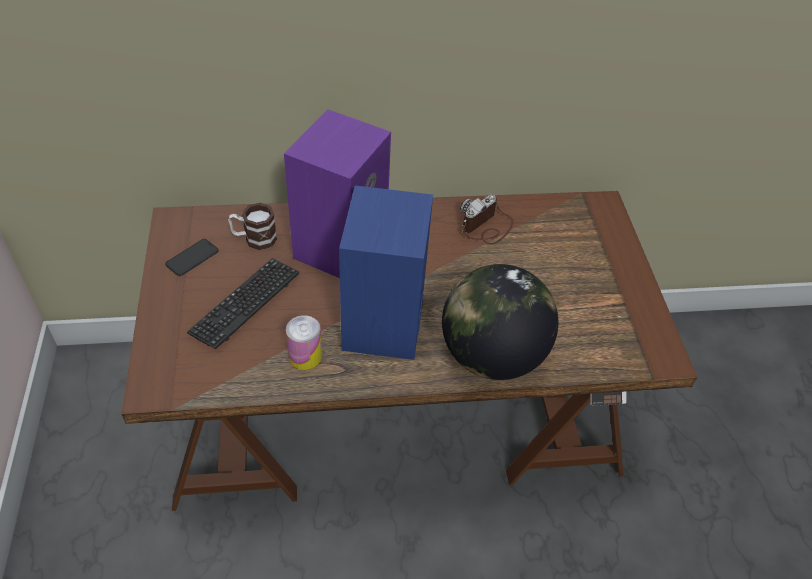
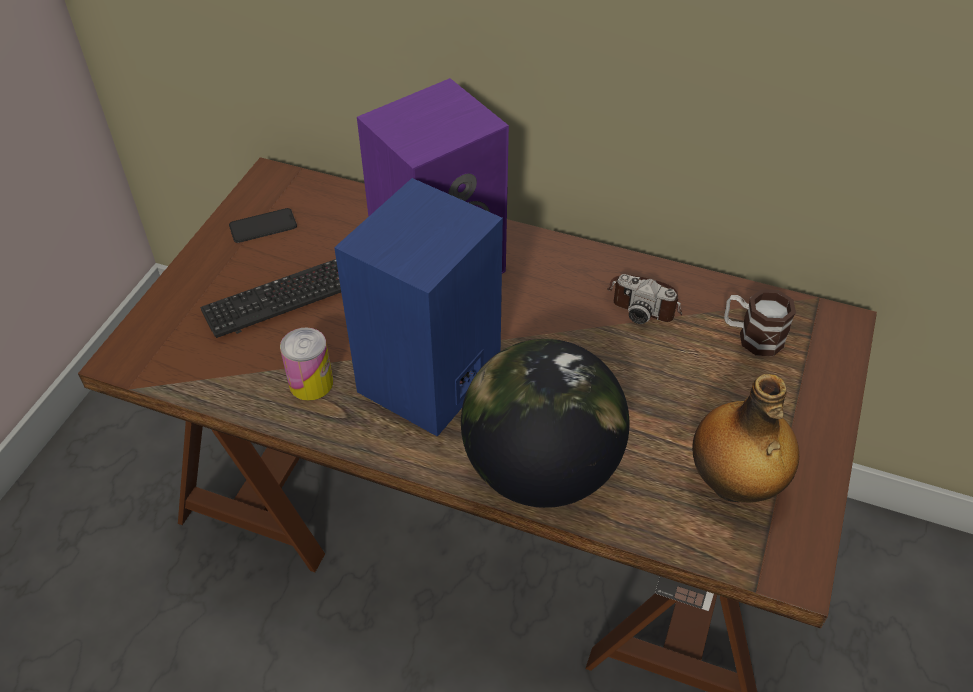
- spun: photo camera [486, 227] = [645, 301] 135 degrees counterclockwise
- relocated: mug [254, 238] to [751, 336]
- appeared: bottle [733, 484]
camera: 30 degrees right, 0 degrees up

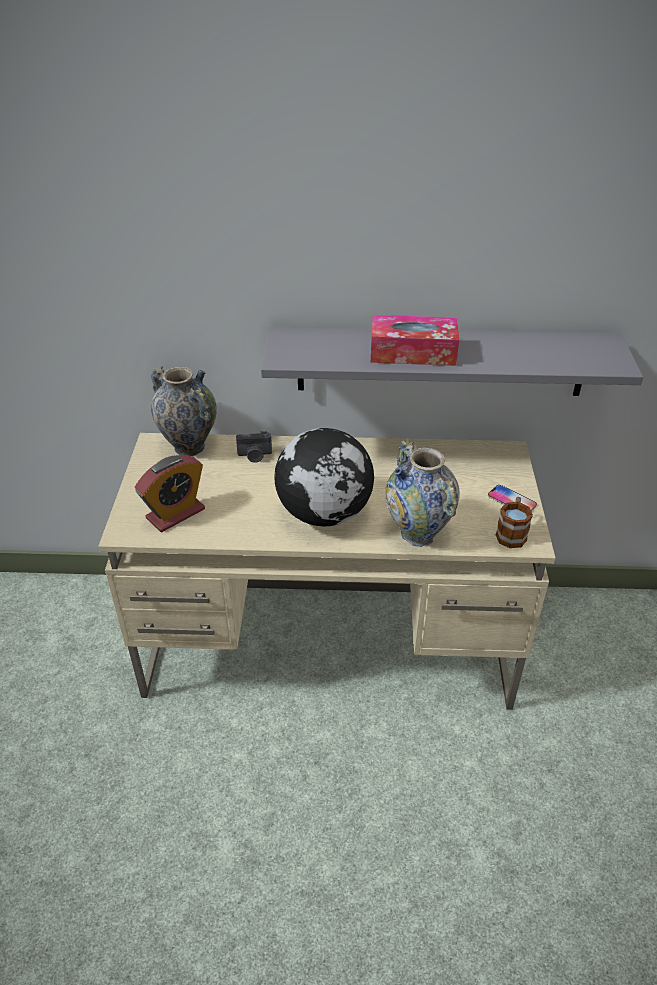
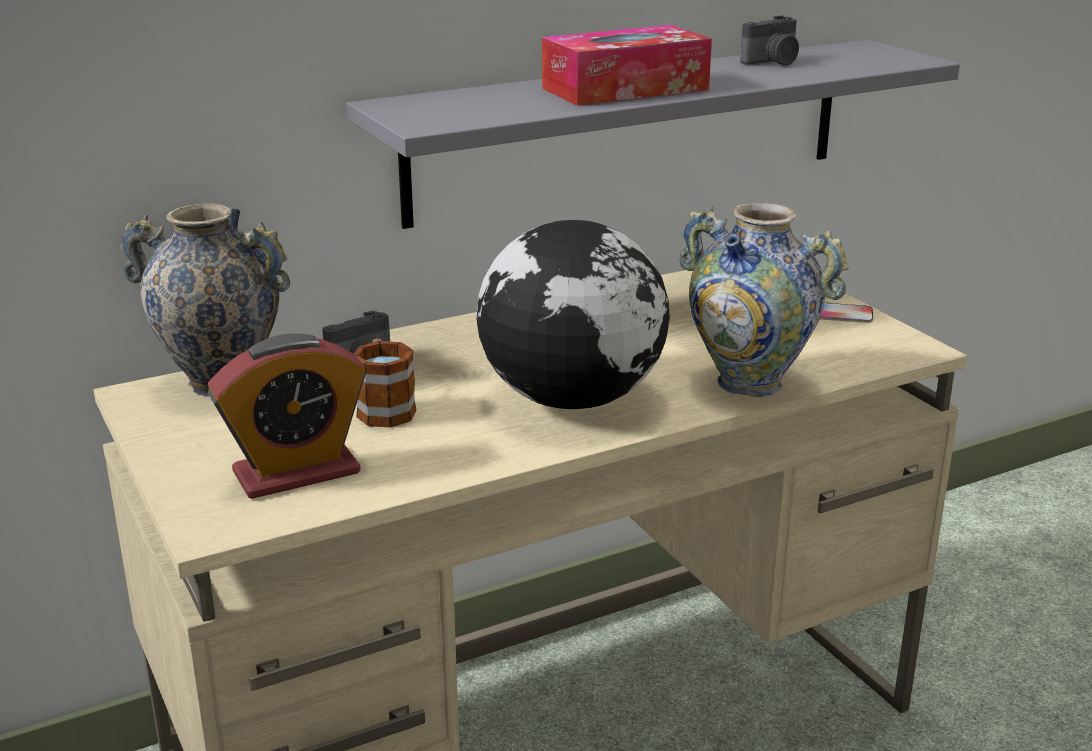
- spun: alarm clock [175, 514] = [296, 472] 45 degrees clockwise
- relocated: mug [511, 532] to [384, 407]
- appeared: photo camera [773, 62]
camera: 30 degrees left, 15 degrees down

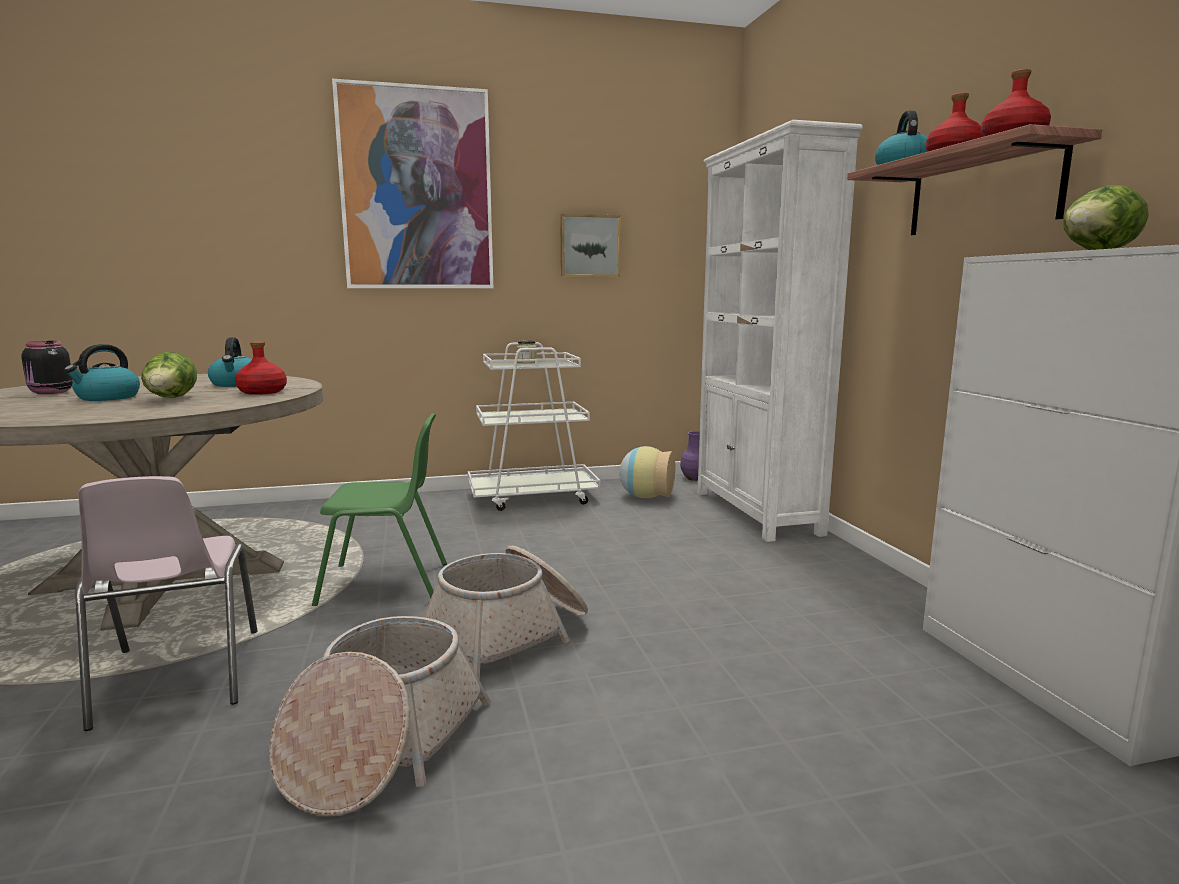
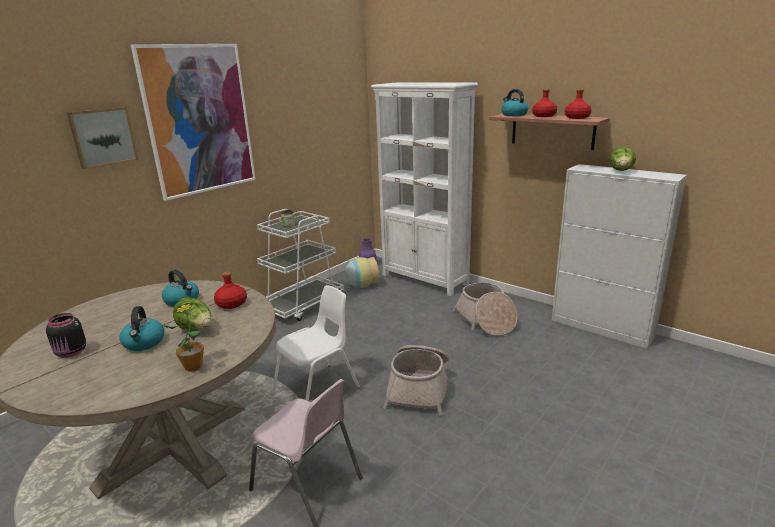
- relocated: picture [589, 246] to [103, 137]
- colour: chair (green) [386, 584] to chair (white) [318, 389]
- relocated: basket [382, 744] to [485, 321]
- appeared: potted plant [193, 367]
camera: 35 degrees left, 10 degrees up

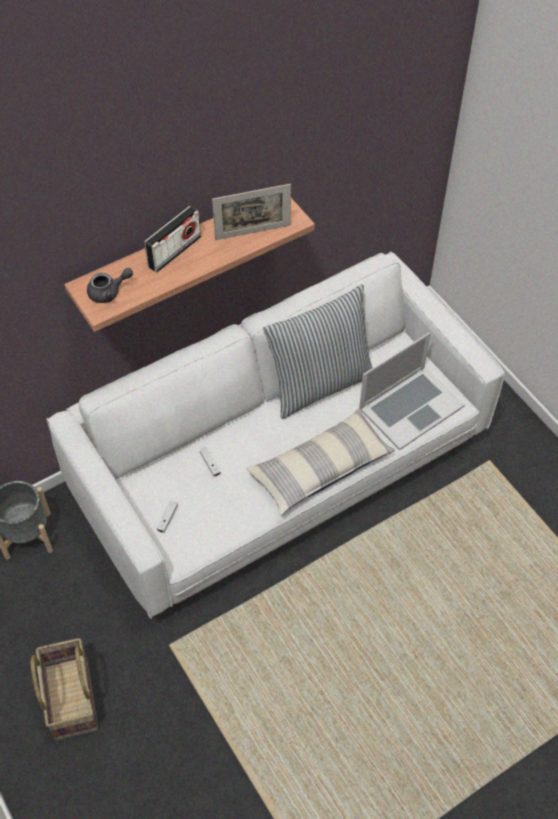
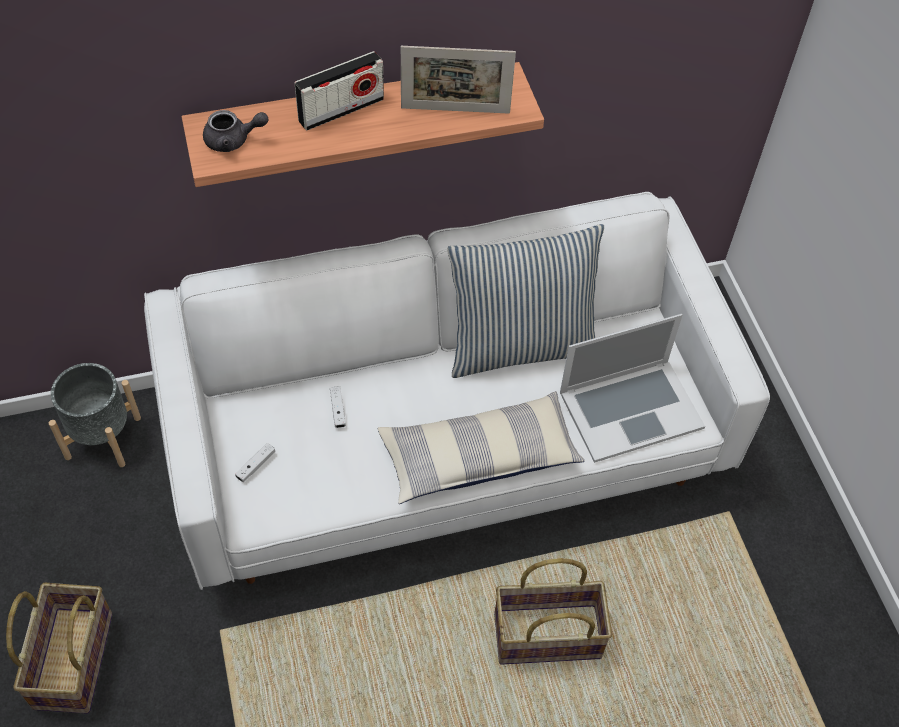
- appeared: basket [547, 637]
camera: 15 degrees right, 0 degrees up

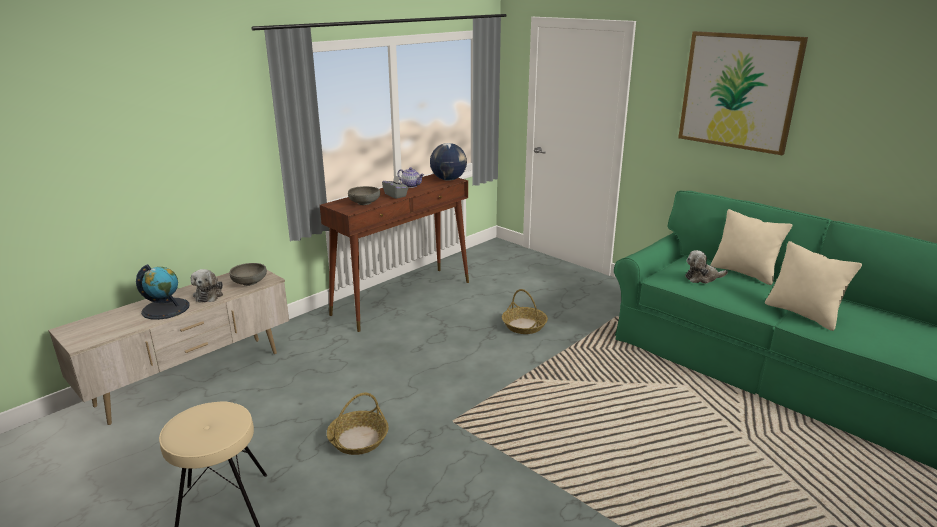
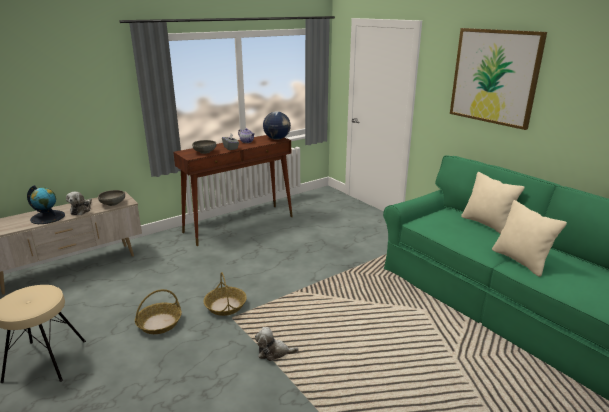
- relocated: plush toy [702, 278] to [274, 352]
- relocated: basket [524, 326] to [226, 306]
camera: 10 degrees right, 0 degrees up

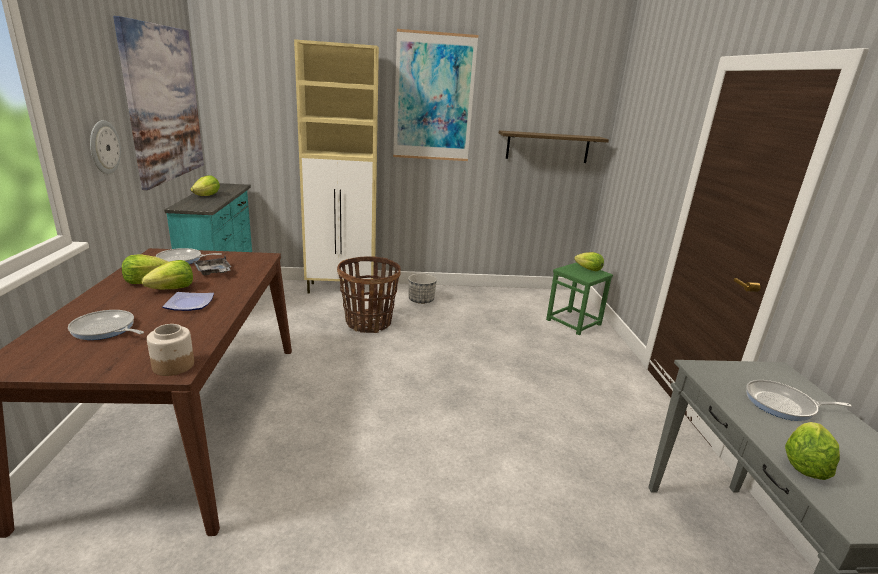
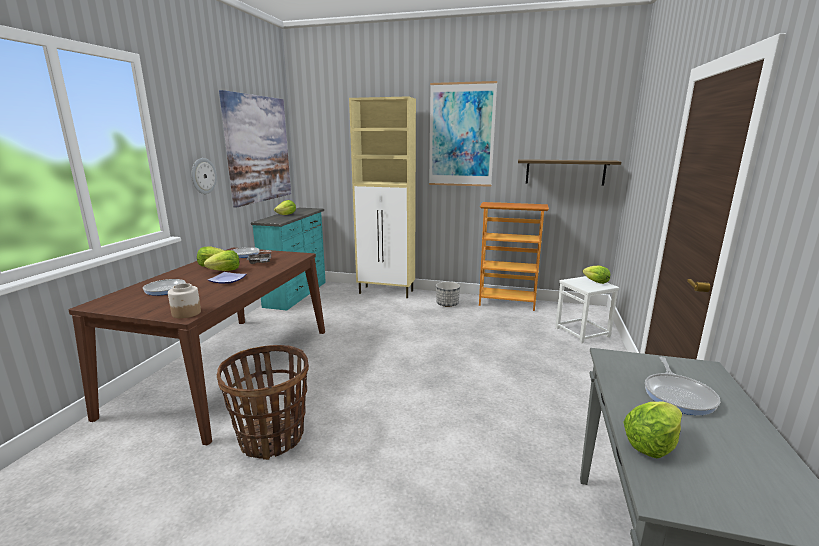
- relocated: basket [368, 323] to [272, 437]
- colour: stool (green) [574, 322] to stool (white) [582, 332]
- spun: frying pan [783, 405] = [678, 395] 105 degrees counterclockwise
- appeared: bookcase [507, 303]
camera: 20 degrees right, 5 degrees down

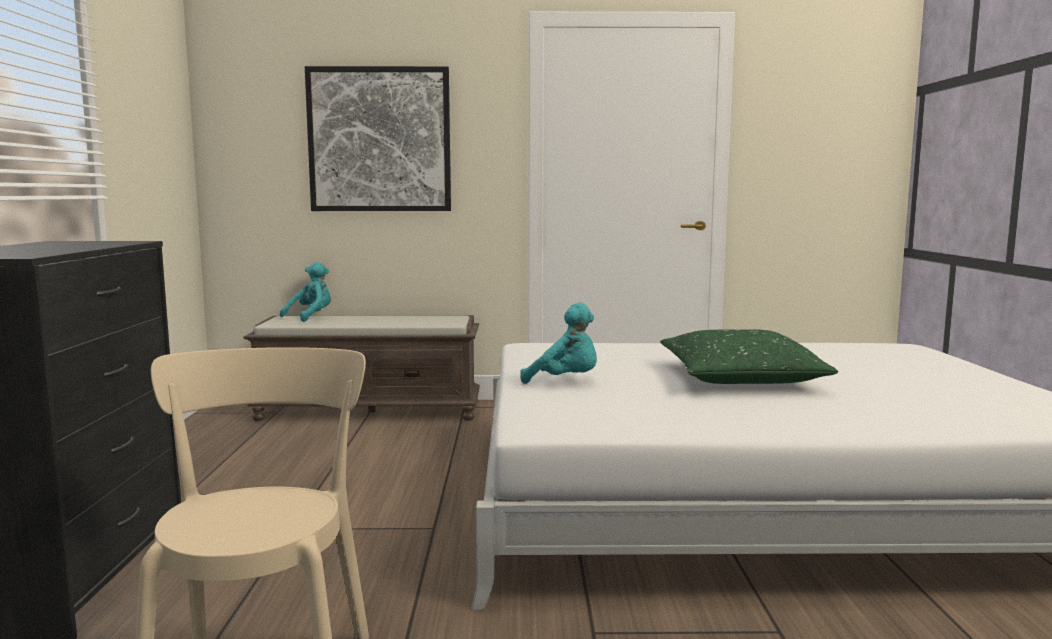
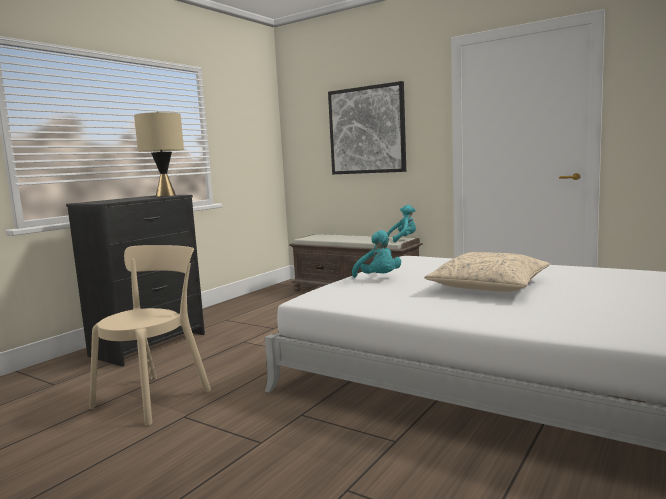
- relocated: plush toy (turquoise) [311, 317] to [403, 239]
- colour: pillow (green) [741, 377] to pillow (beige) [488, 285]
- appeared: table lamp (beige) [165, 195]
camera: 35 degrees right, 0 degrees up

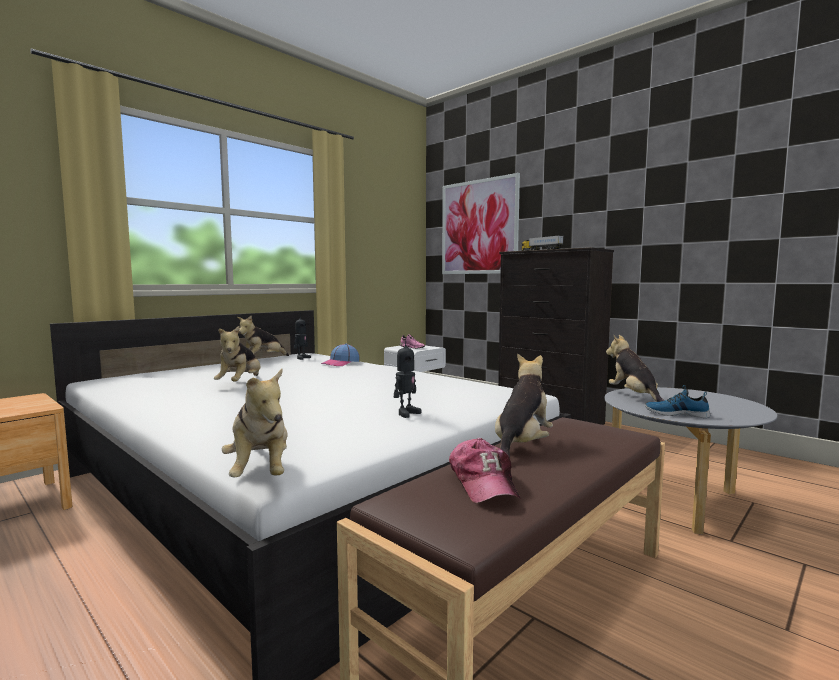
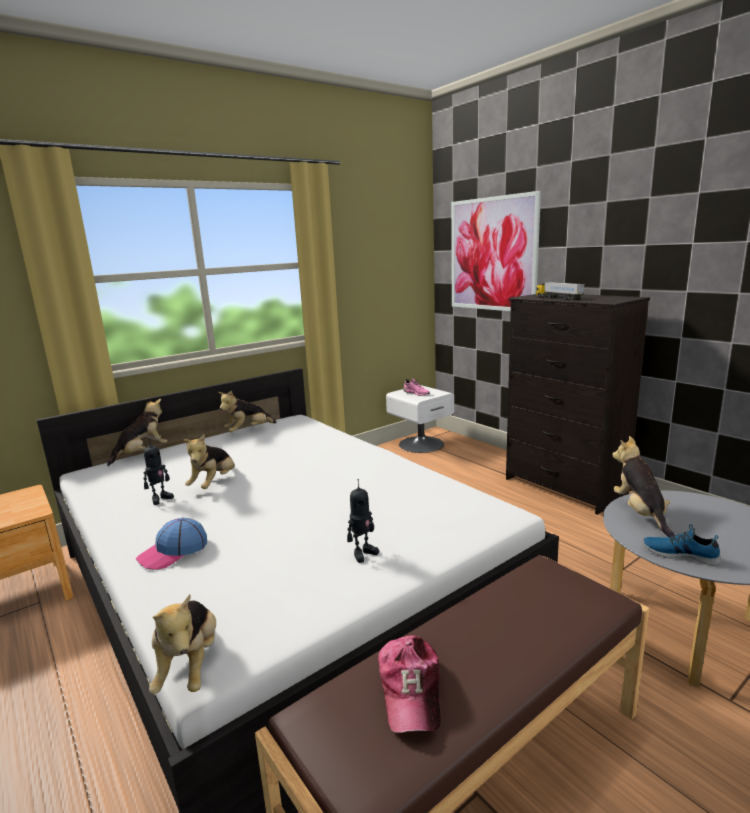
- relocated: toy robot [302, 358] to [160, 499]
- relocated: cap [340, 363] to [173, 551]
- relocated: plush toy [522, 445] to [142, 453]
camera: 10 degrees right, 10 degrees up

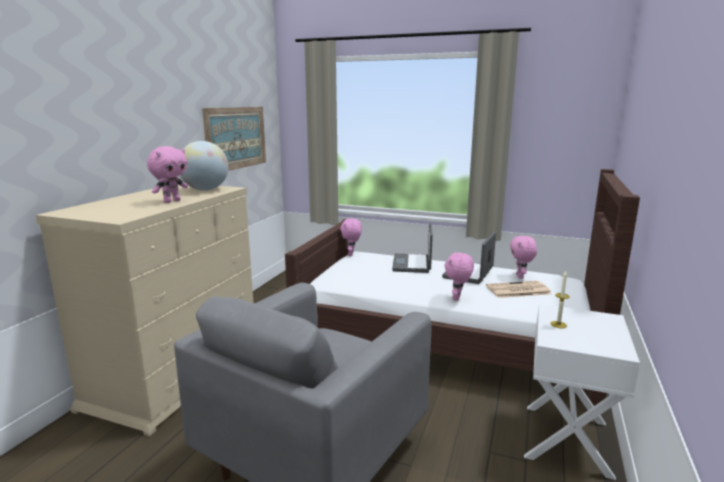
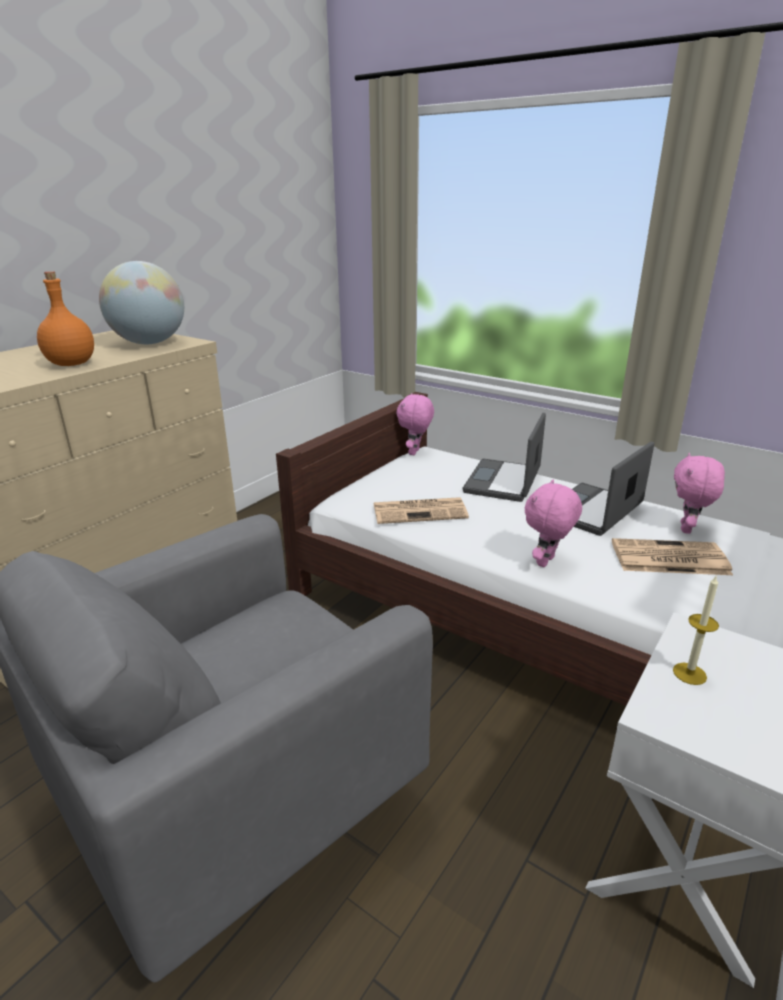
- missing: picture [236, 138]
- exchanged: plush toy (pink) [172, 201] to bottle (orange) [71, 364]
- appeared: newspaper [421, 511]
camera: 15 degrees right, 10 degrees up

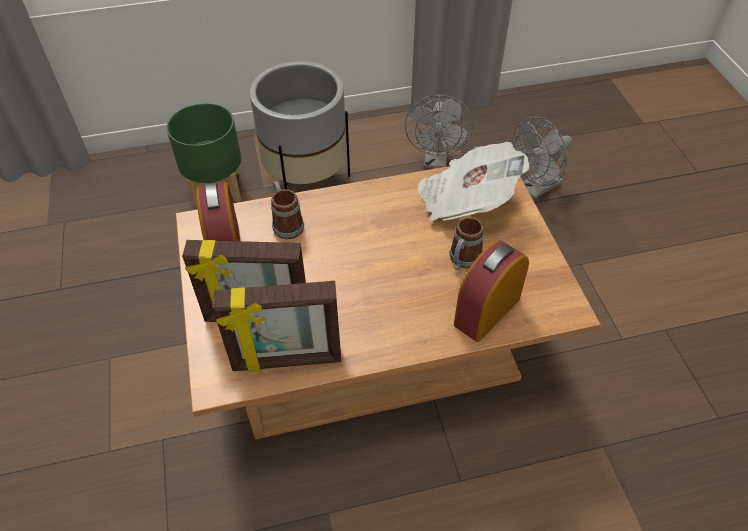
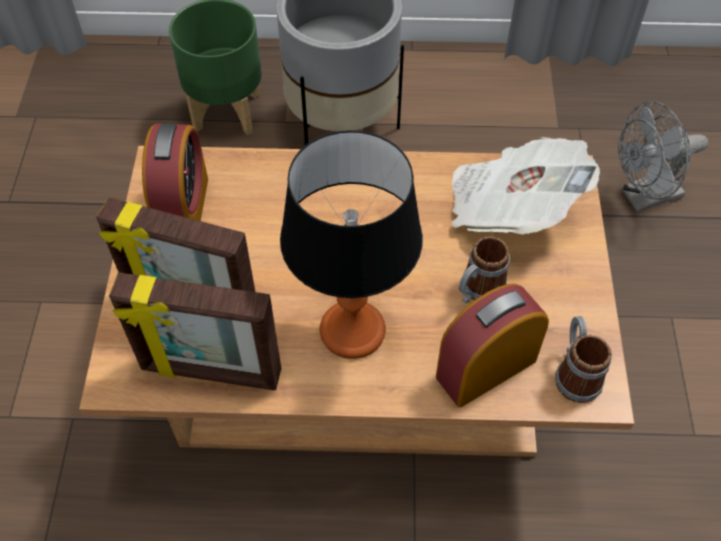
- missing: fan (grey) [436, 160]
- relocated: mug [286, 223] to [575, 373]
- appeared: table lamp [351, 331]
camera: 15 degrees right, 5 degrees up

